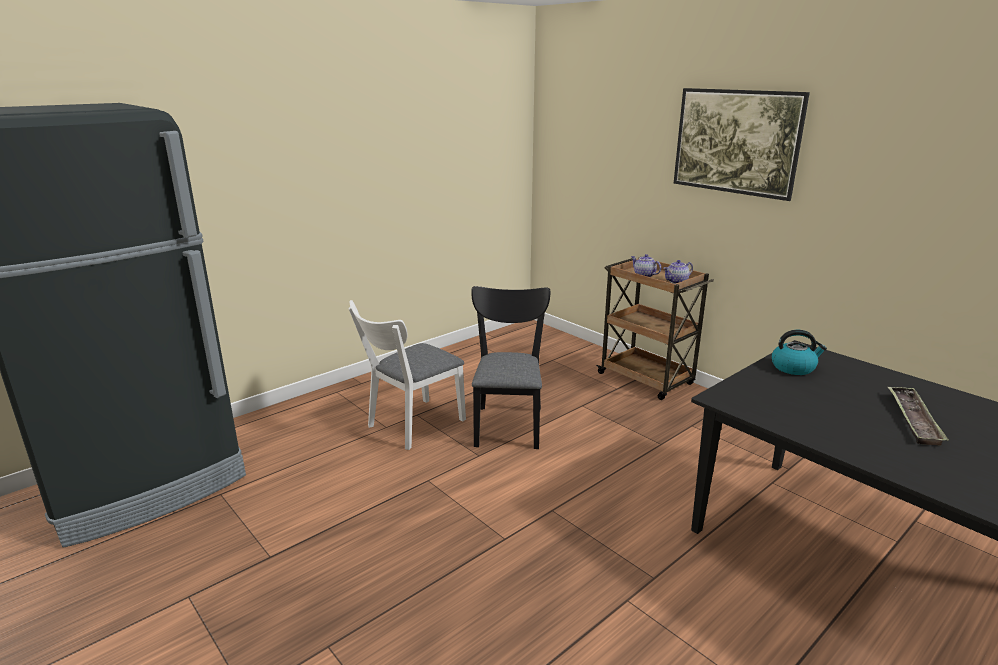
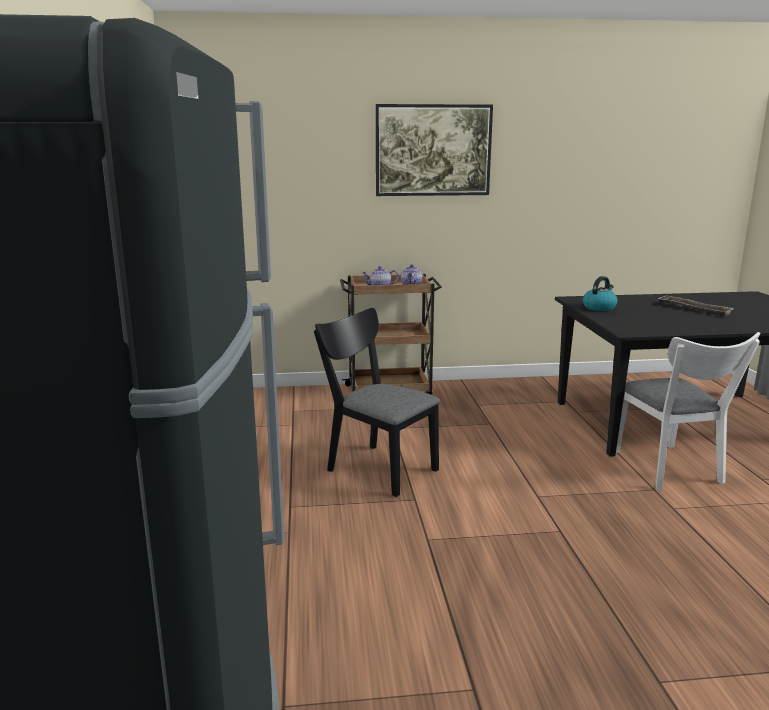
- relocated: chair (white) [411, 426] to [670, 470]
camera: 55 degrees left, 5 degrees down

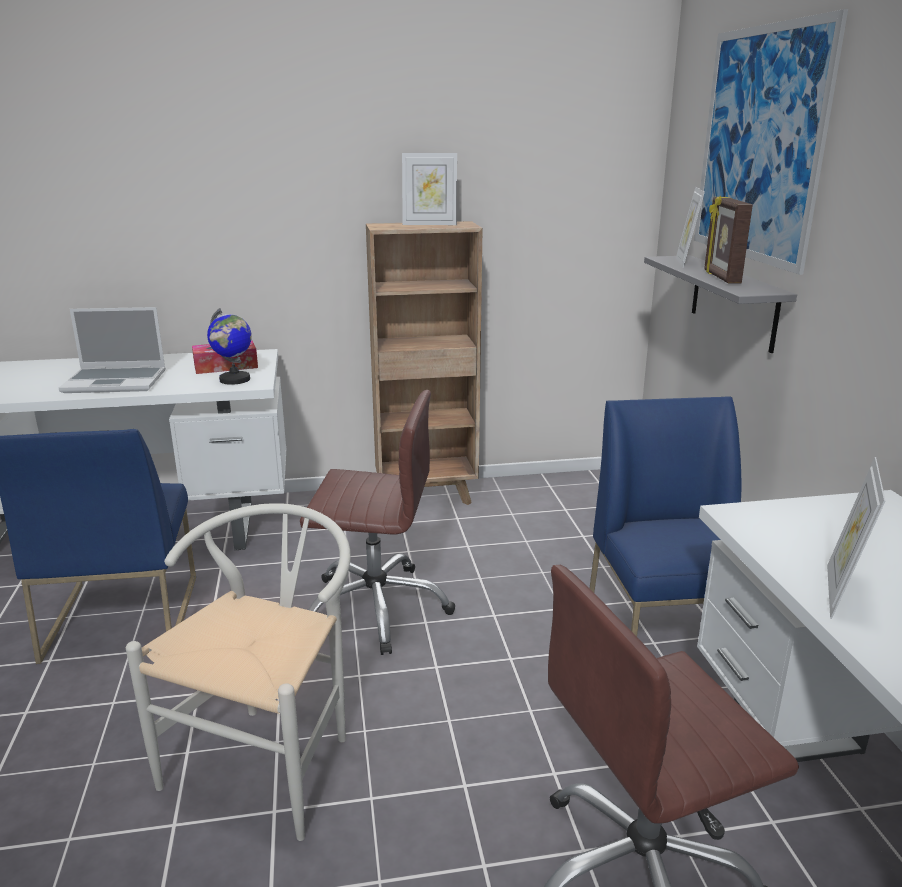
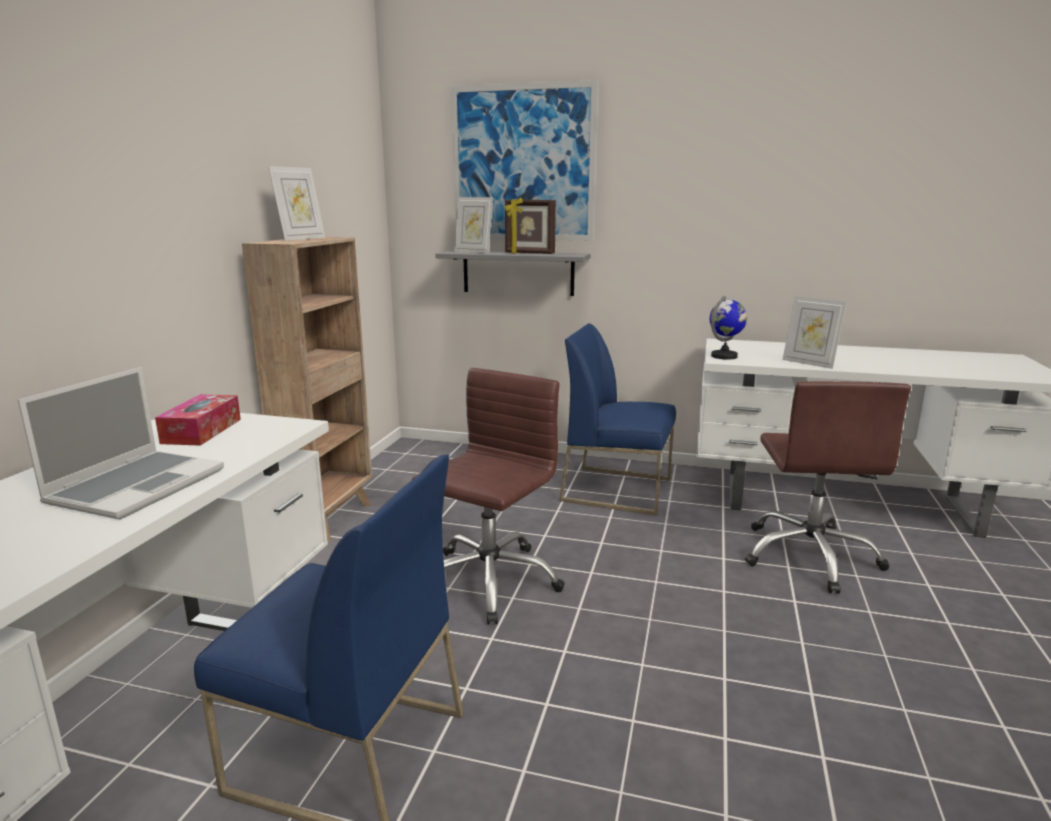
- relocated: globe [234, 380] to [724, 356]
- missing: chair (white) [271, 757]
camera: 65 degrees left, 5 degrees down

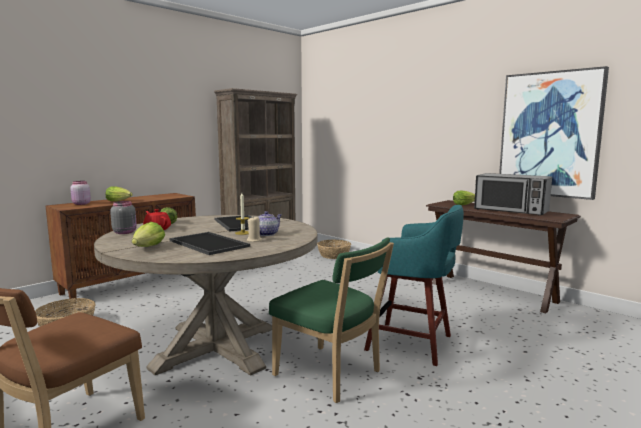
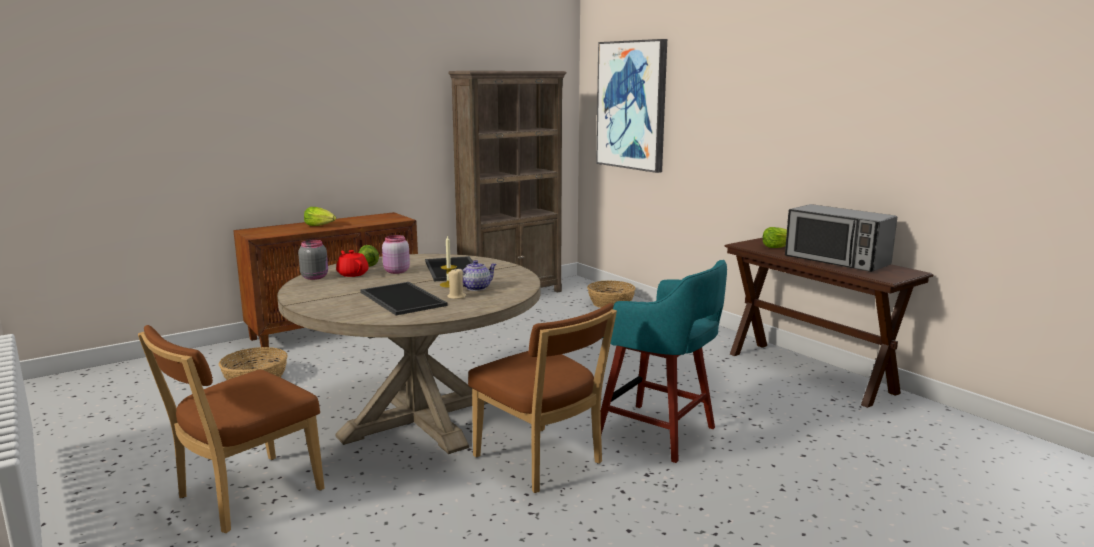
- relocated: picture [550, 134] to [632, 105]
- relocated: jar (pink) [81, 204] to [396, 271]
- missing: lettuce [149, 247]
- colour: chair (green) [331, 375] to chair (brown) [542, 462]
camera: 10 degrees right, 5 degrees up

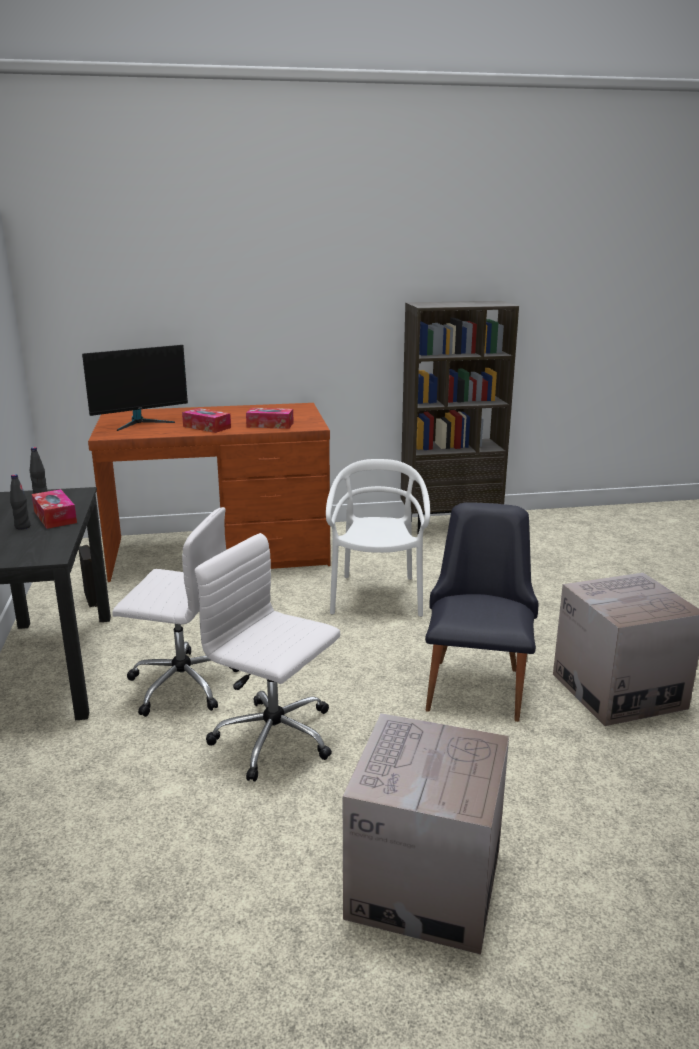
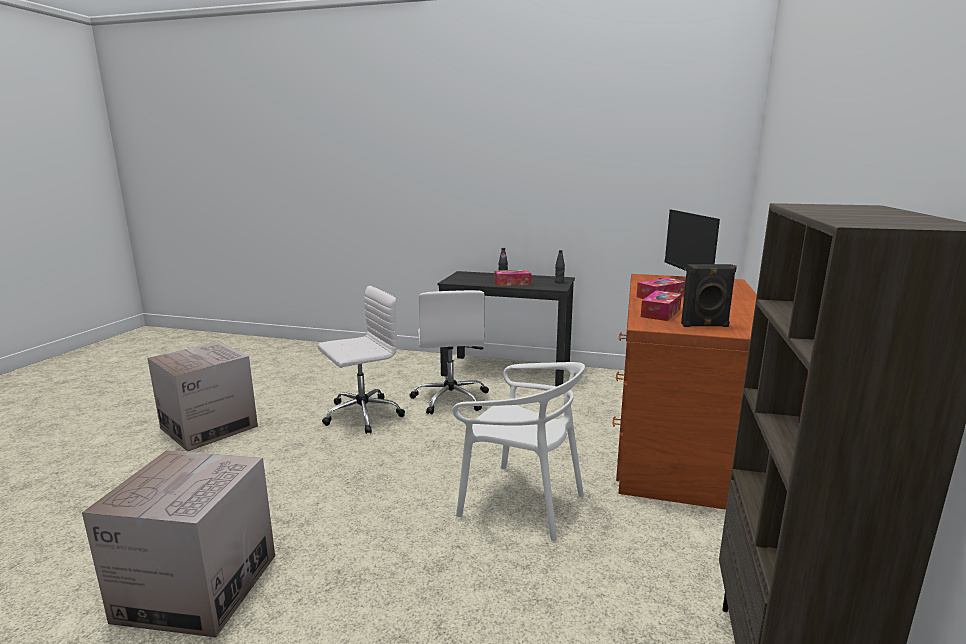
- missing: chair (black) [477, 683]
- spun: office chair (white) [181, 683] = [451, 399] 45 degrees counterclockwise
- relocated: speaker (black) [93, 599] to [705, 326]
camera: 115 degrees right, 5 degrees down

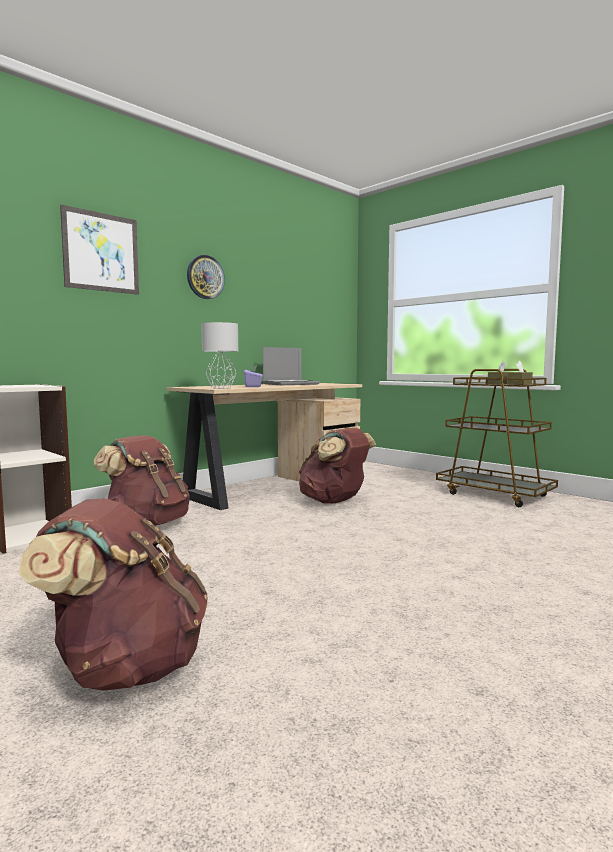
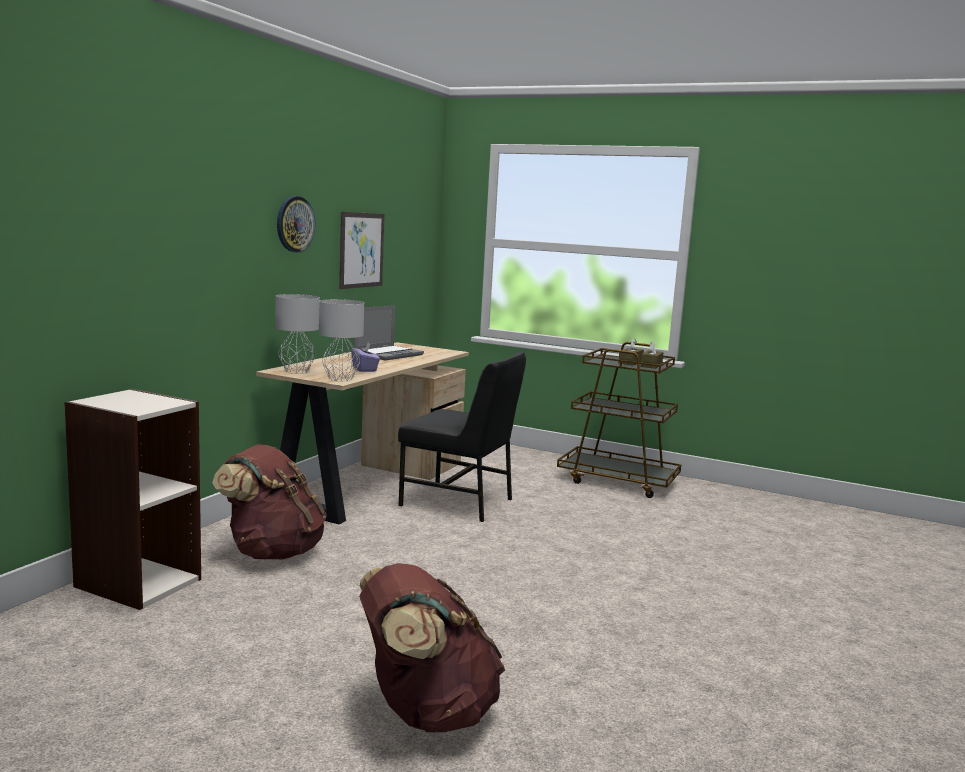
- relocated: picture [101, 252] to [361, 250]
- exchanged: backpack (brown) [334, 501] to chair (black) [459, 502]
- appeared: table lamp (grey) [296, 371]
camera: 20 degrees left, 5 degrees up

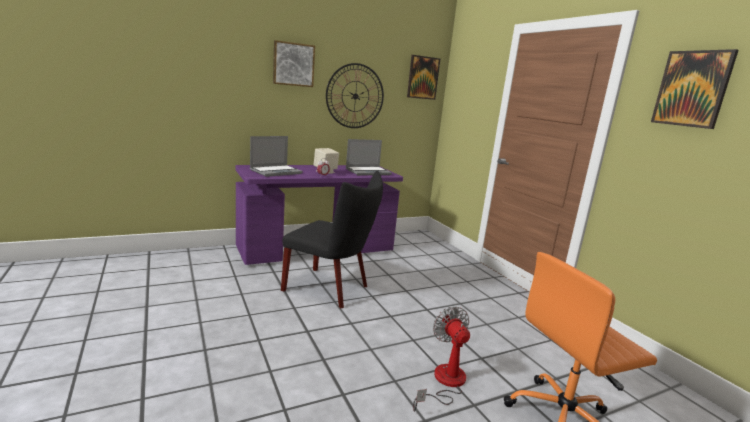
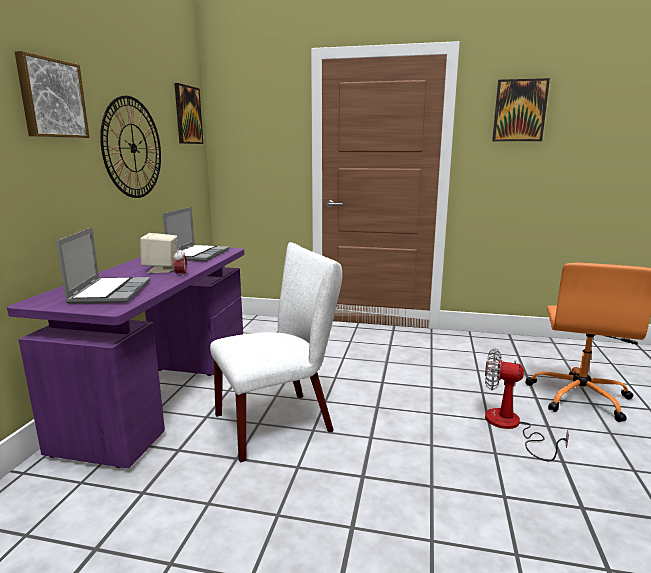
- colour: chair (black) [331, 289] to chair (white) [281, 421]
camera: 50 degrees left, 0 degrees up

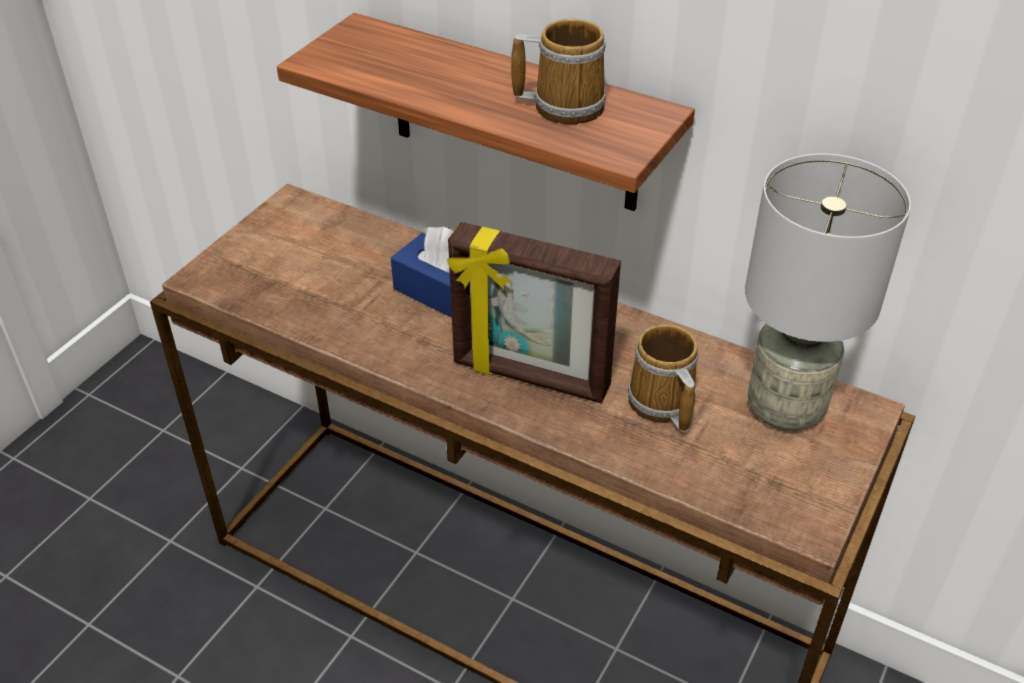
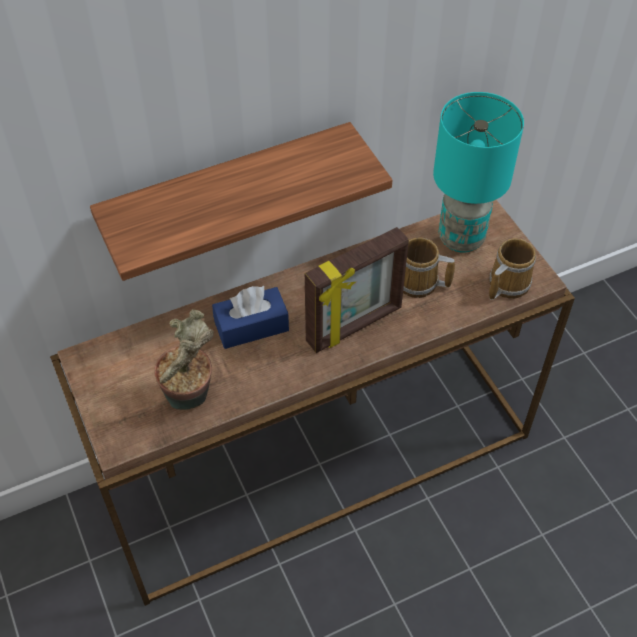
- relocated: mug [564, 105] to [506, 284]
- colour: table lamp (grey) [787, 408] to table lamp (turquoise) [461, 237]
- appeared: potted plant [191, 400]
camera: 55 degrees left, 10 degrees up

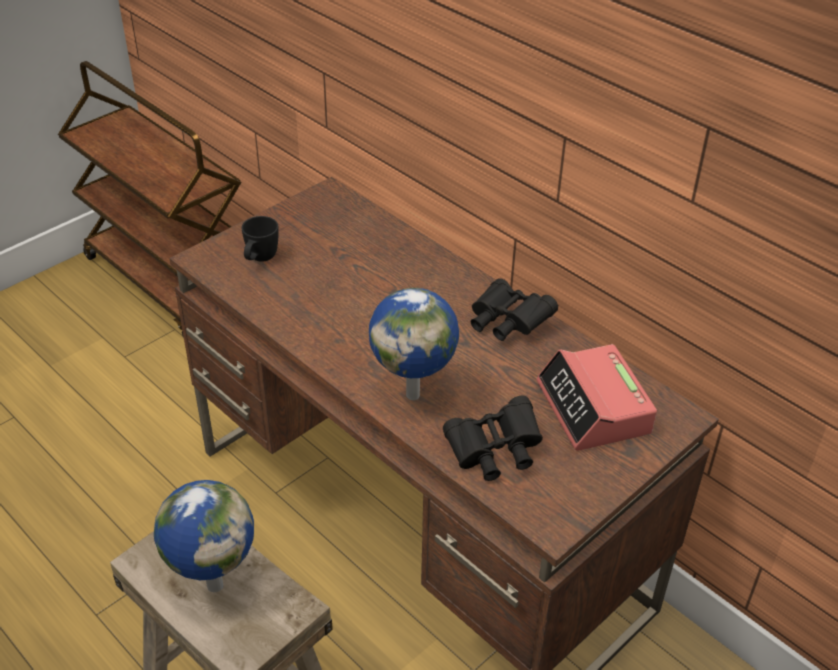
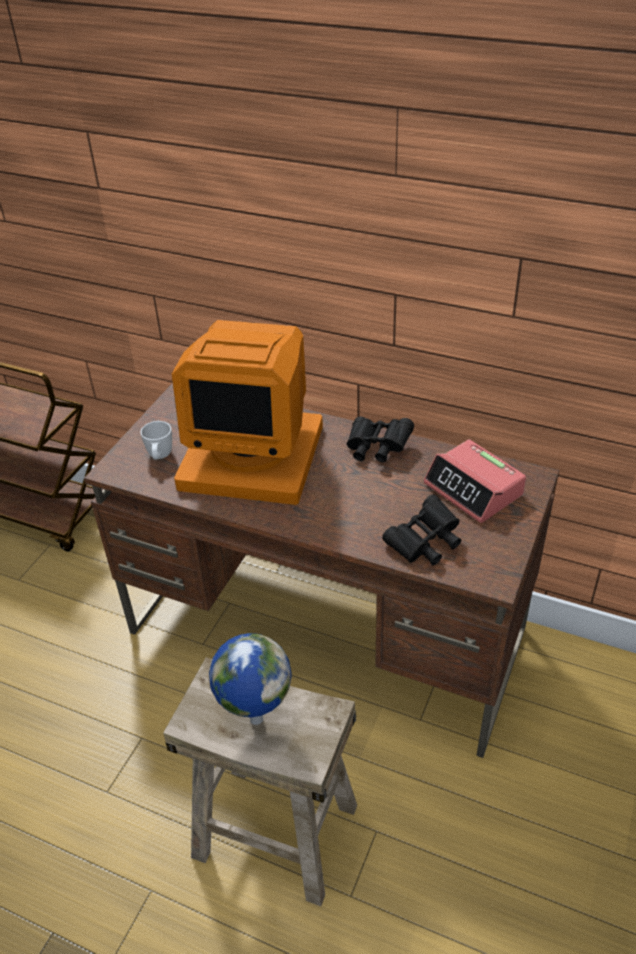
- colour: mug (black) [260, 260] to mug (white) [160, 457]
- missing: globe [414, 394]
- appeared: monitor [253, 454]
camera: 20 degrees left, 0 degrees up

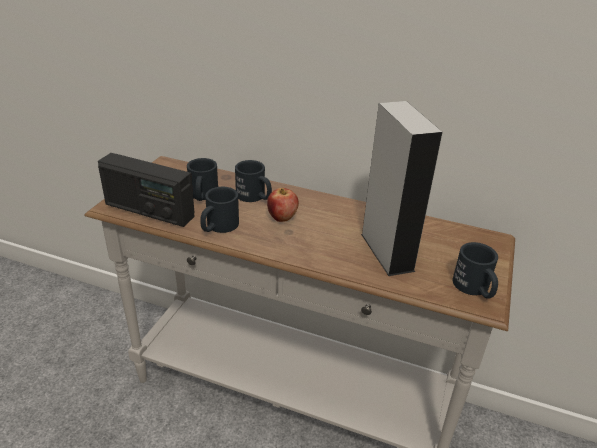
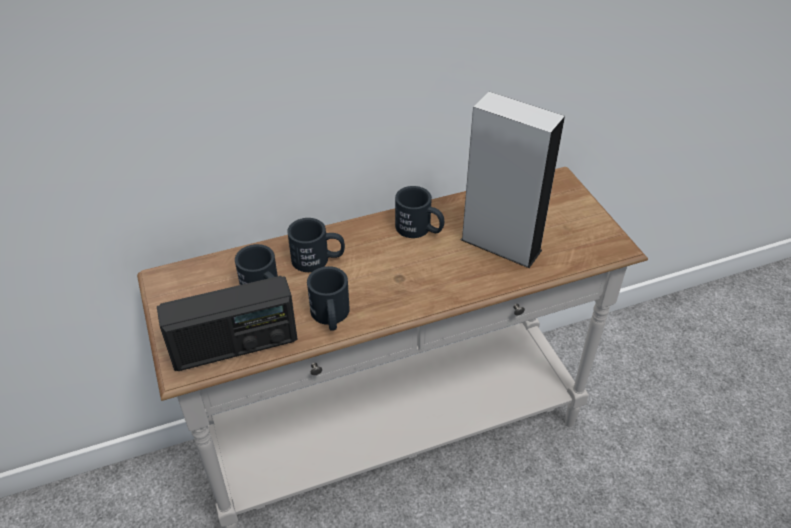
- missing: apple [282, 218]
- relocated: mug (black) [475, 289] to [419, 229]
camera: 40 degrees left, 10 degrees up

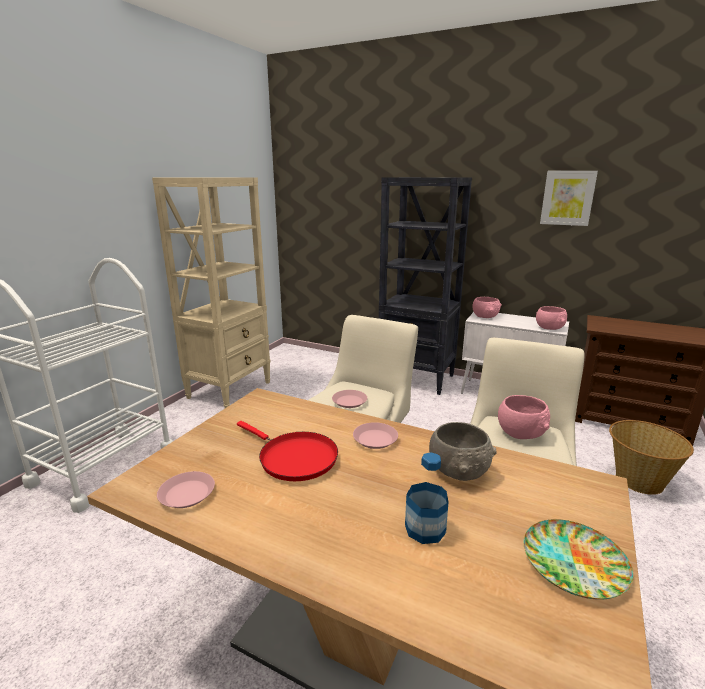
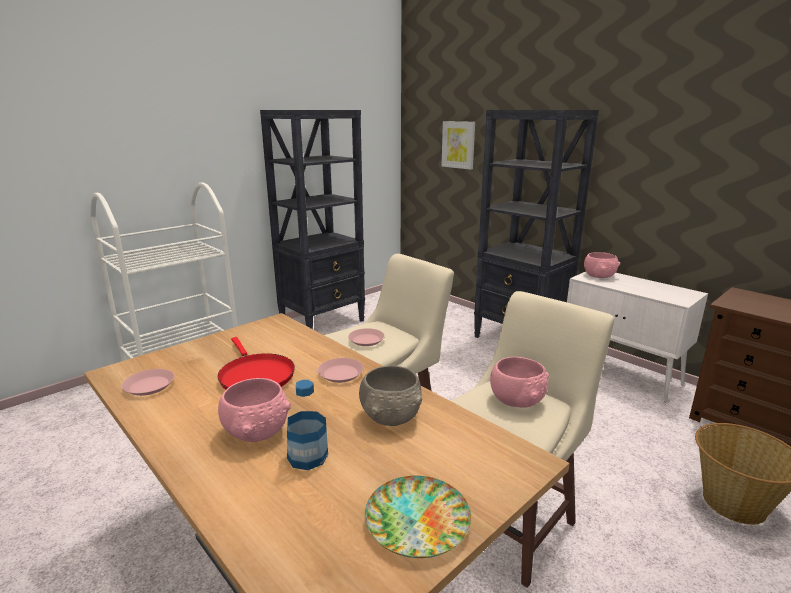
- relocated: picture [567, 198] to [458, 144]
- colour: bookcase (beige) [230, 390] to bookcase (black) [323, 322]
- relocated: bowl (pink) [549, 327] to [257, 431]
camera: 20 degrees right, 0 degrees up

